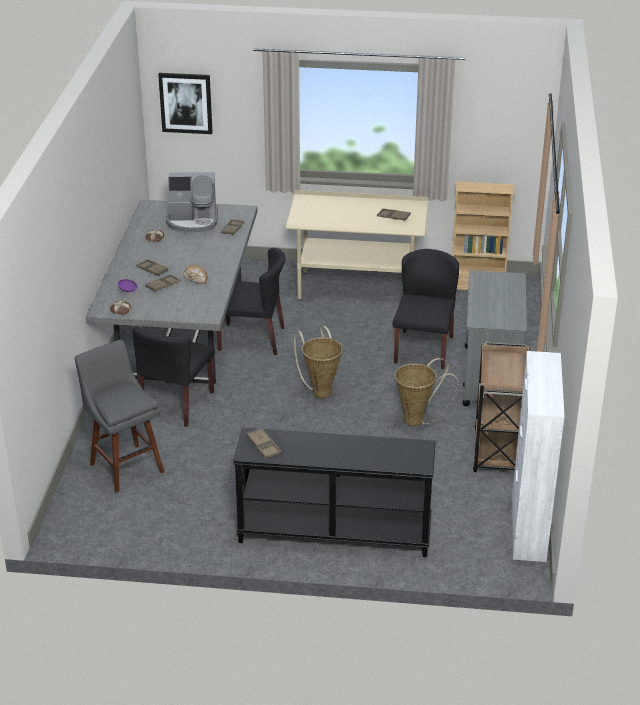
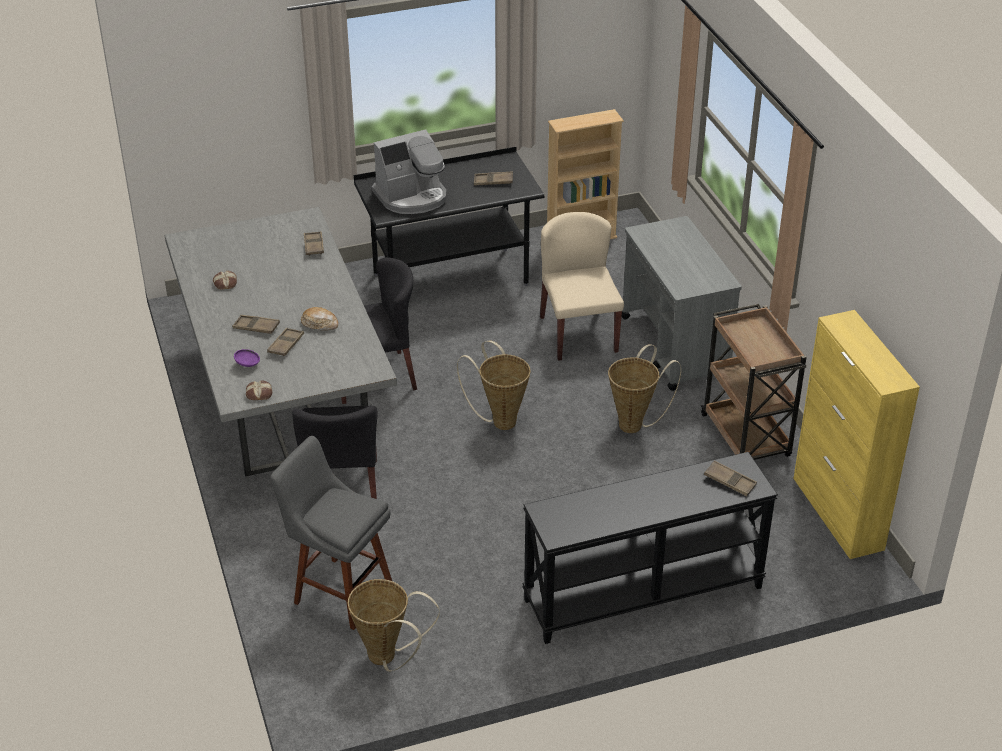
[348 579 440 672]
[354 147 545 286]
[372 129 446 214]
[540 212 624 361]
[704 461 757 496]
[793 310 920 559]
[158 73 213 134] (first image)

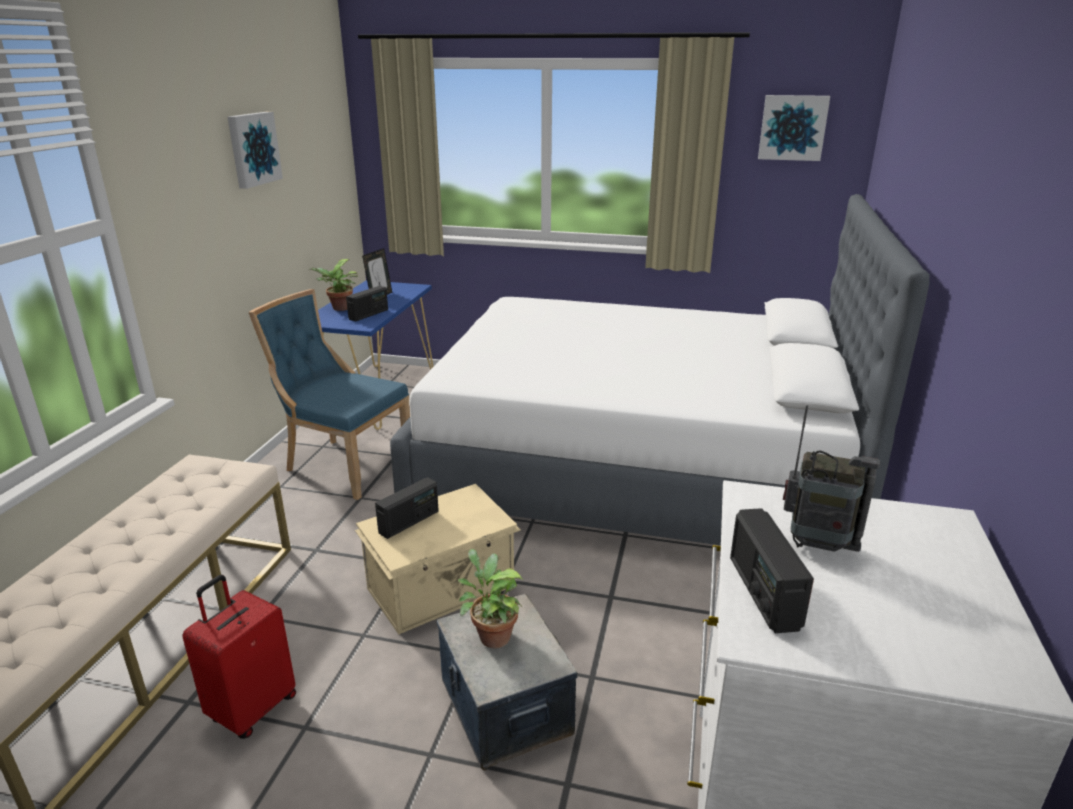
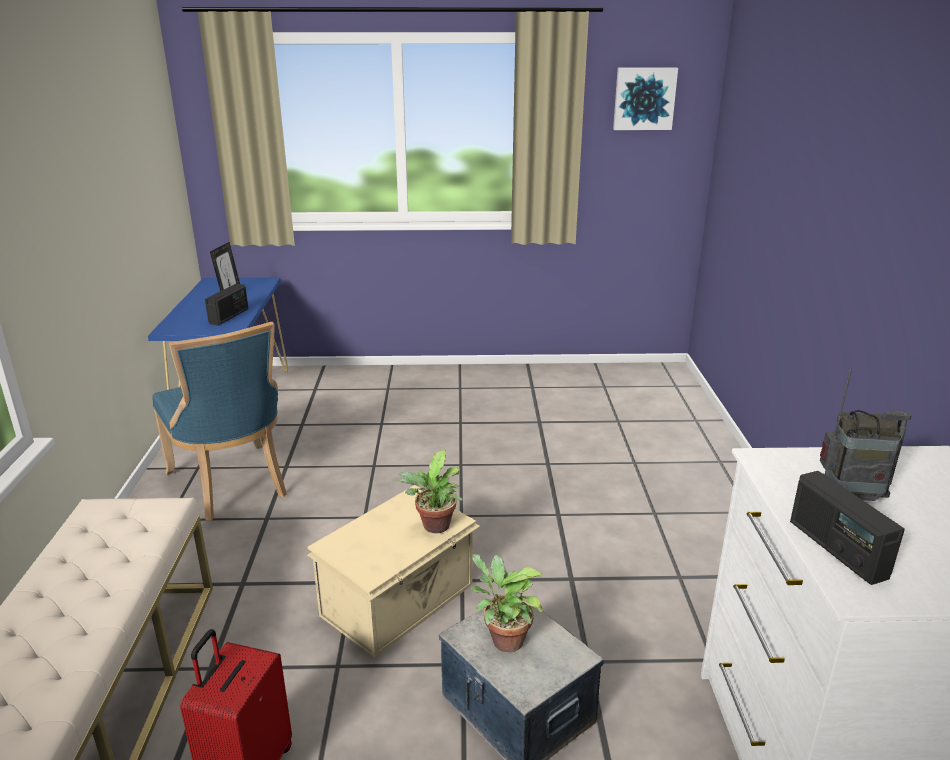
[152 322 287 521]
[397 450 463 533]
[228 112 283 189] (first image)
[375 477 439 539] (first image)
[390 194 930 545] (first image)

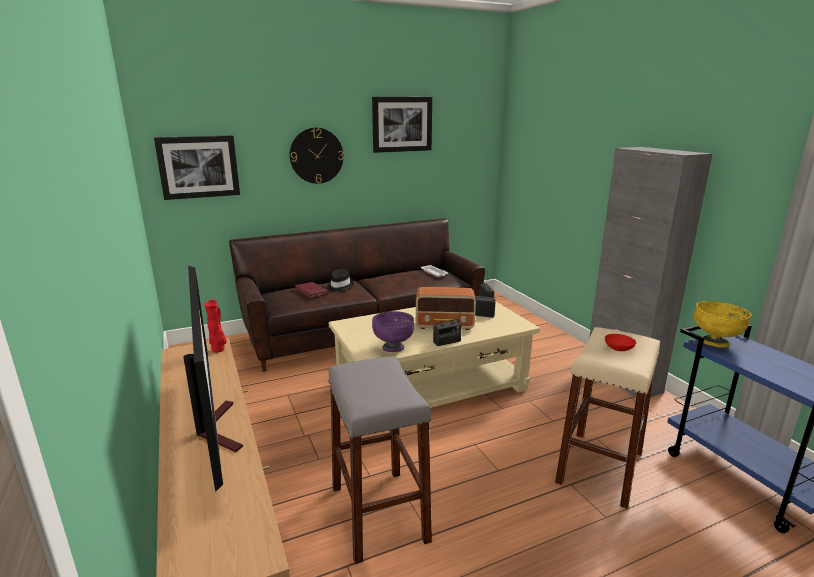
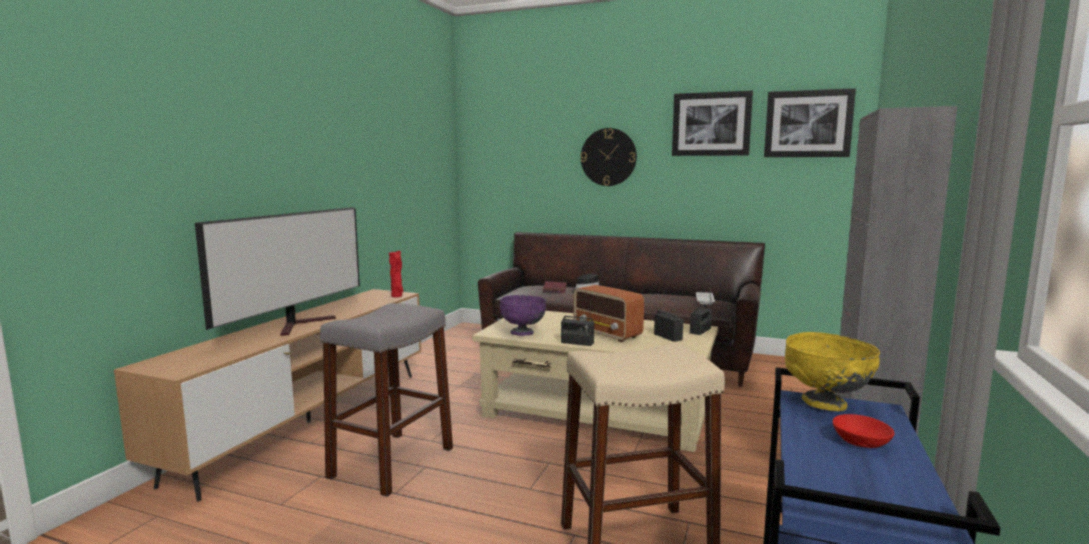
[764 88 856 157]
[833 414 895 448]

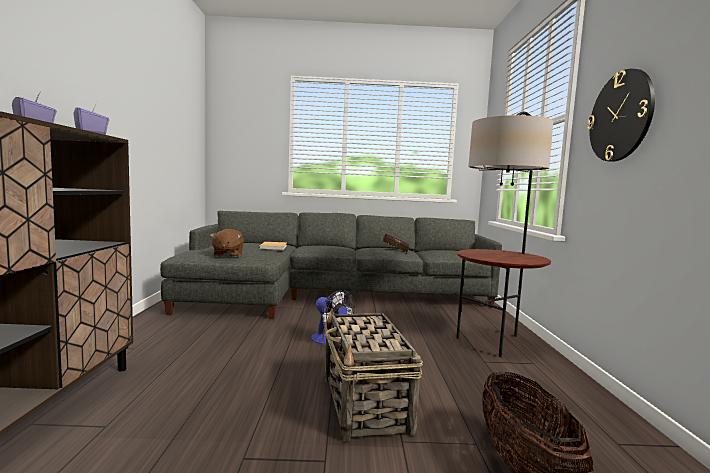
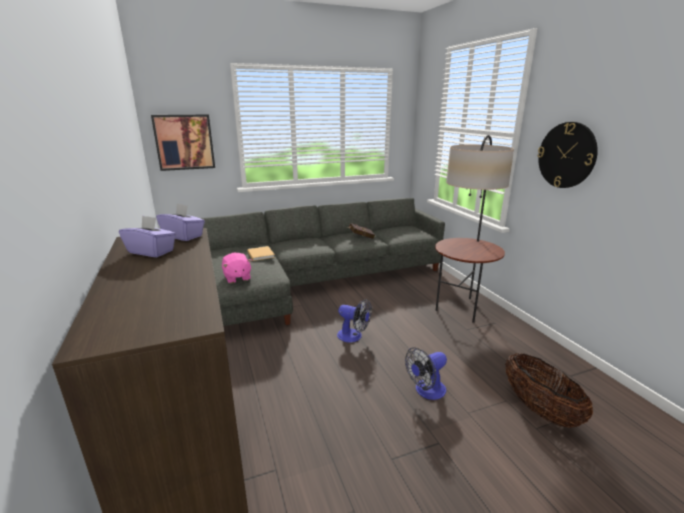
[151 114 215 171]
[222 253 252 283]
[405 347 447 400]

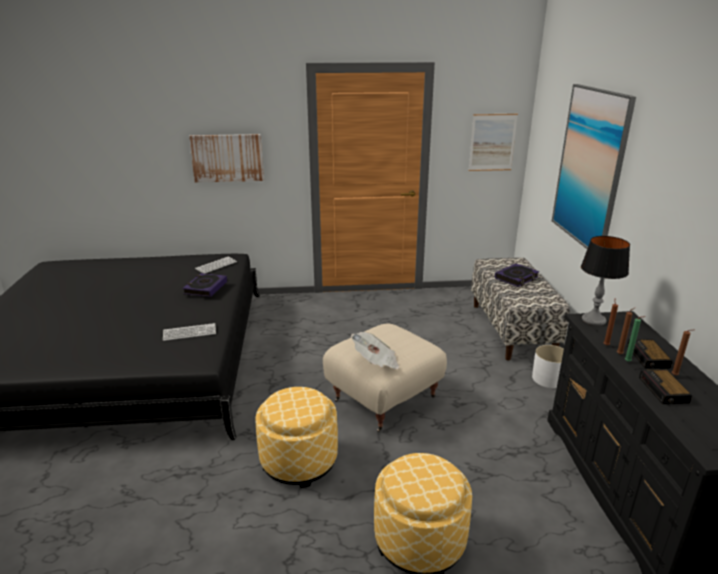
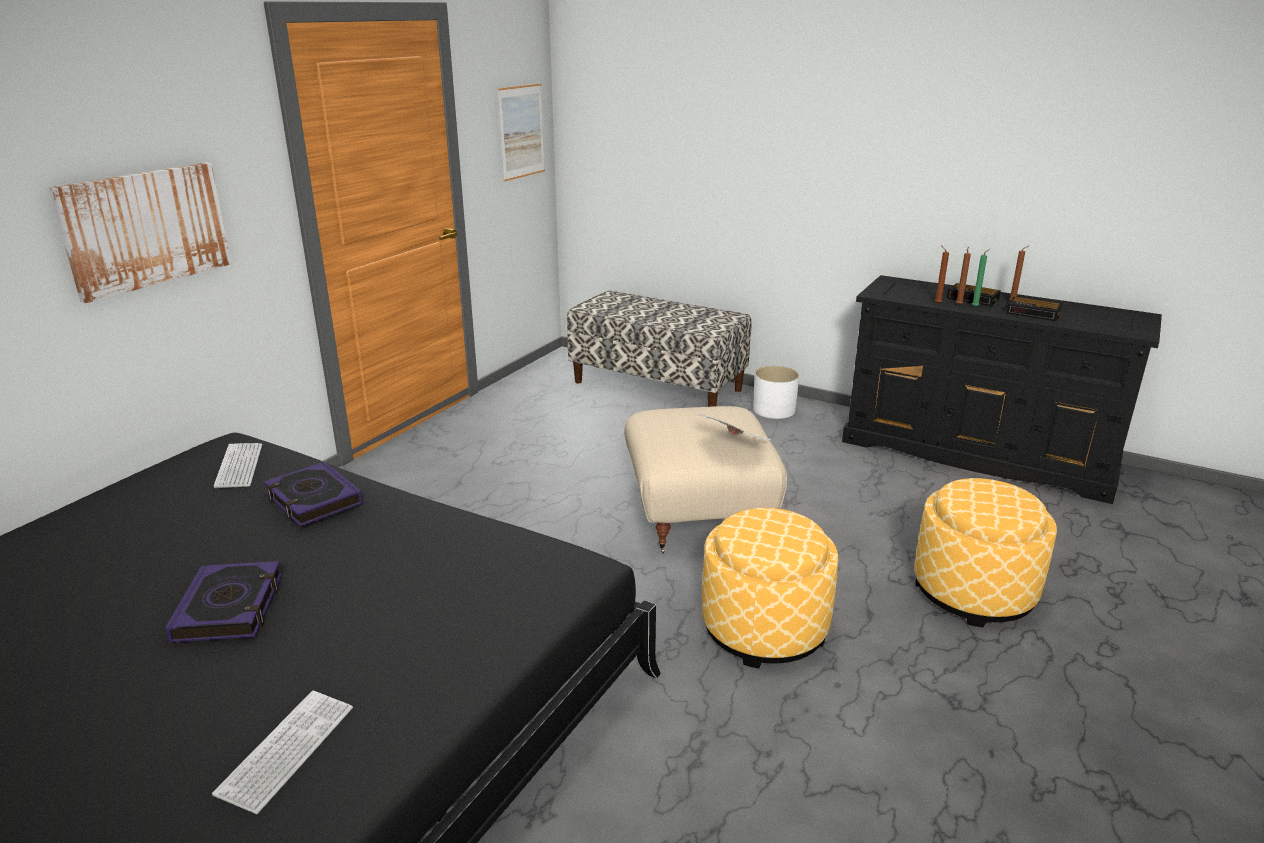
[165 561 282 643]
[212 691 353 814]
[552 84 636 249] (first image)
[581 236 630 326] (first image)

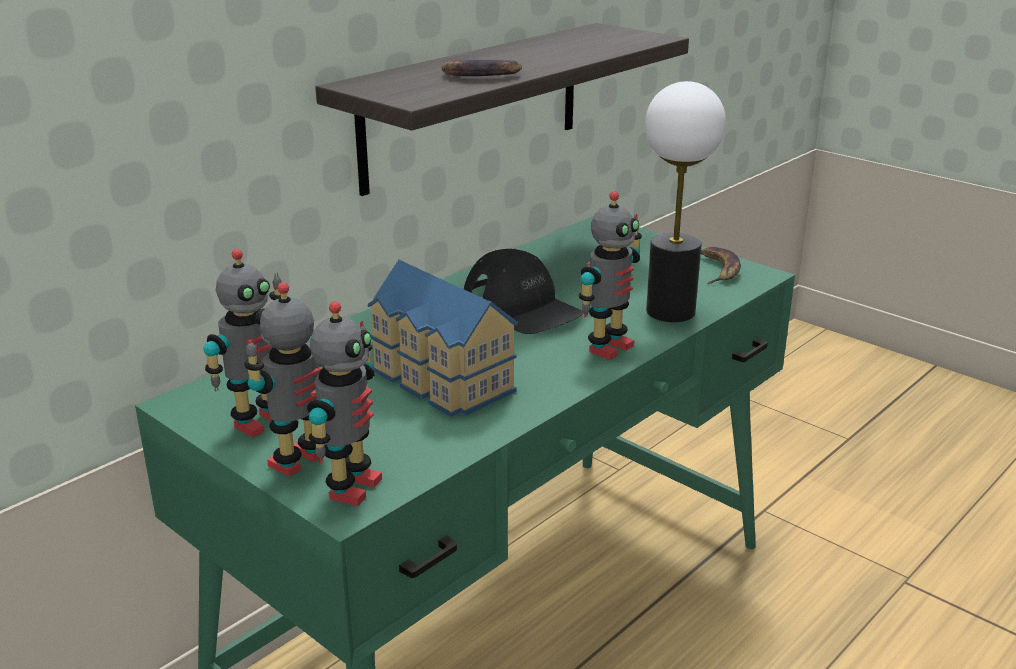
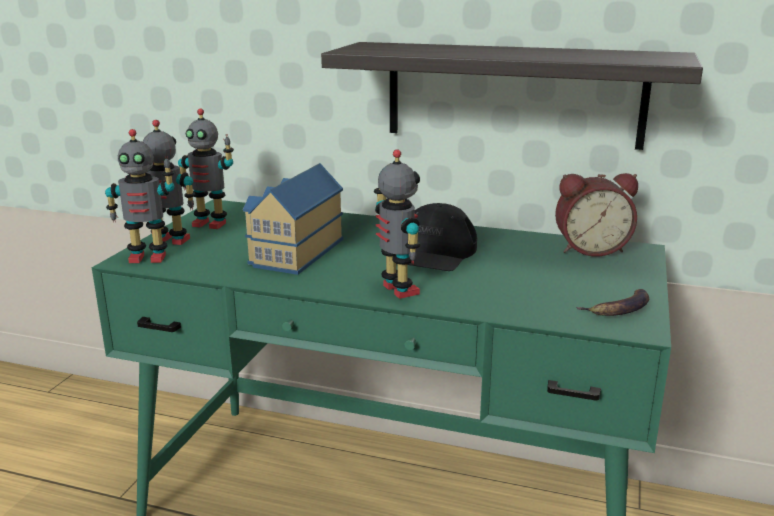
[374 150 421 299]
[555 173 638 257]
[441 60 522 76] (first image)
[645 81 726 322] (first image)

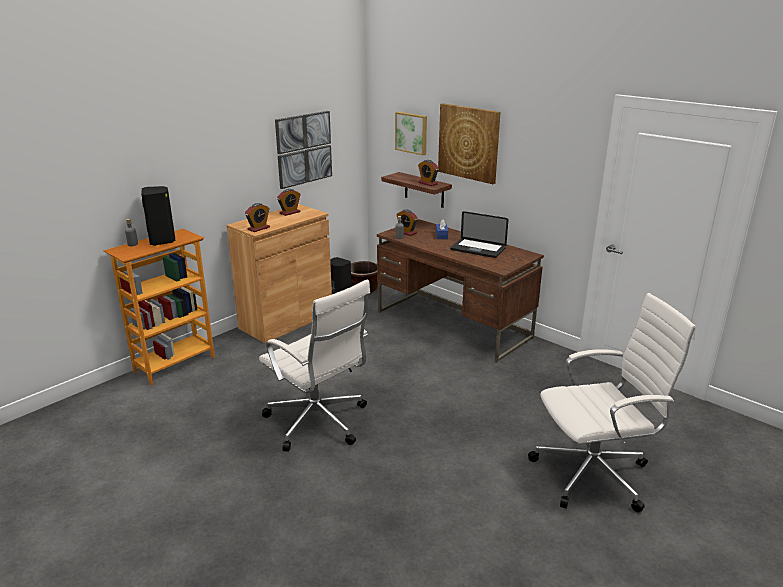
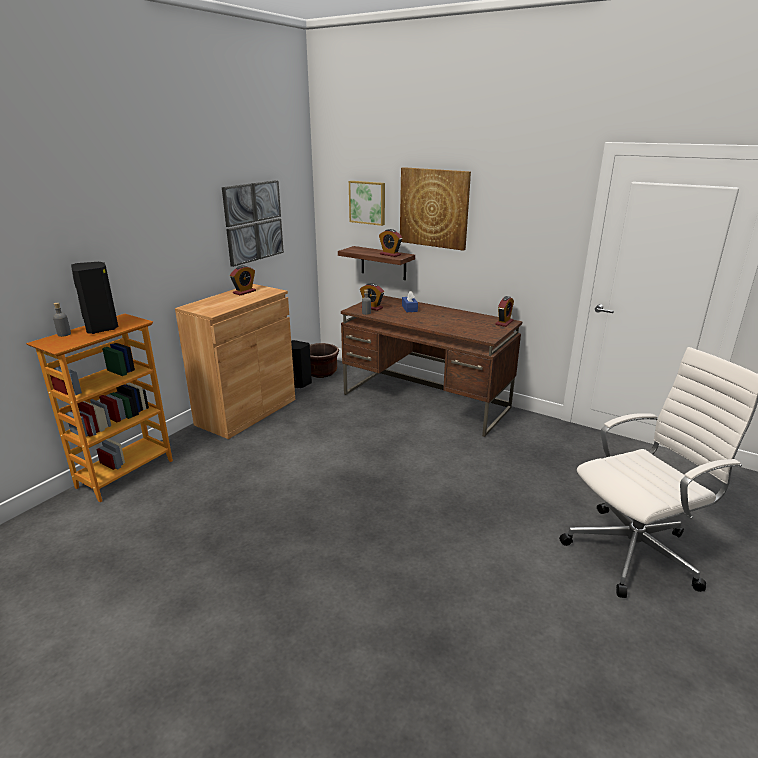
[495 296 514 327]
[259 280 371 452] (first image)
[450 211 508 258] (first image)

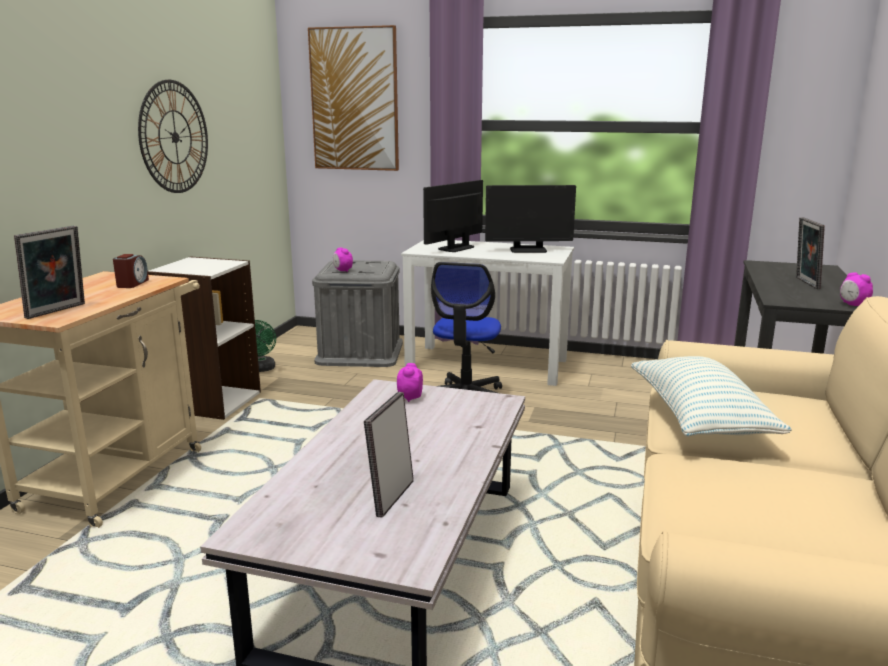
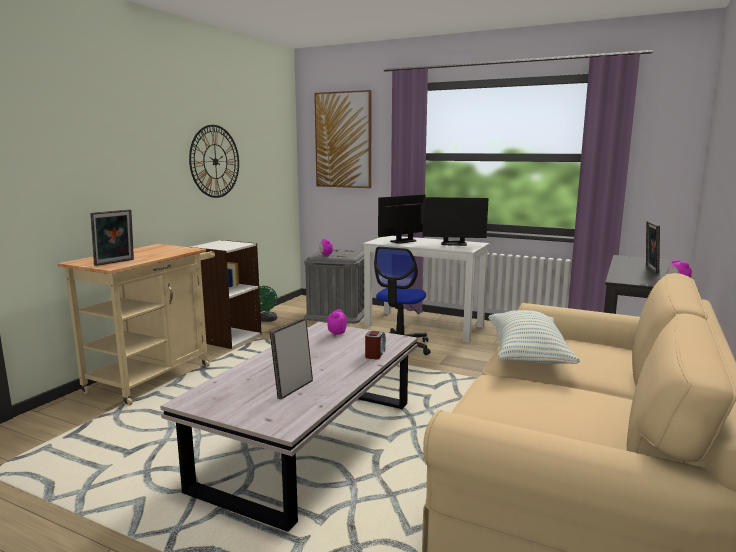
[365 331 386 359]

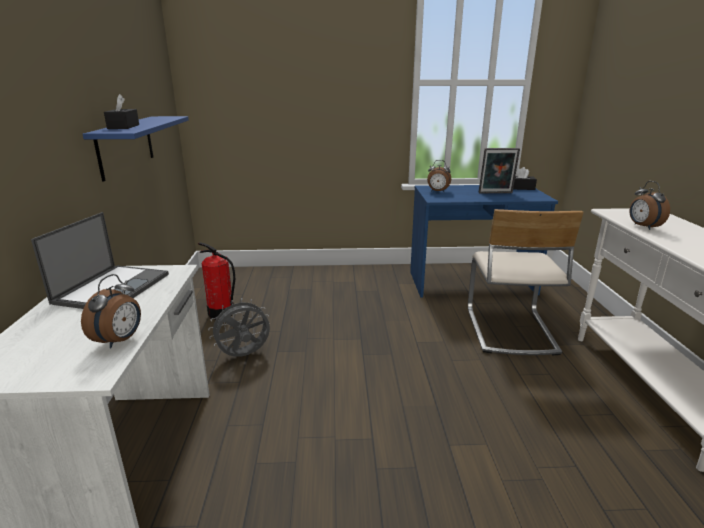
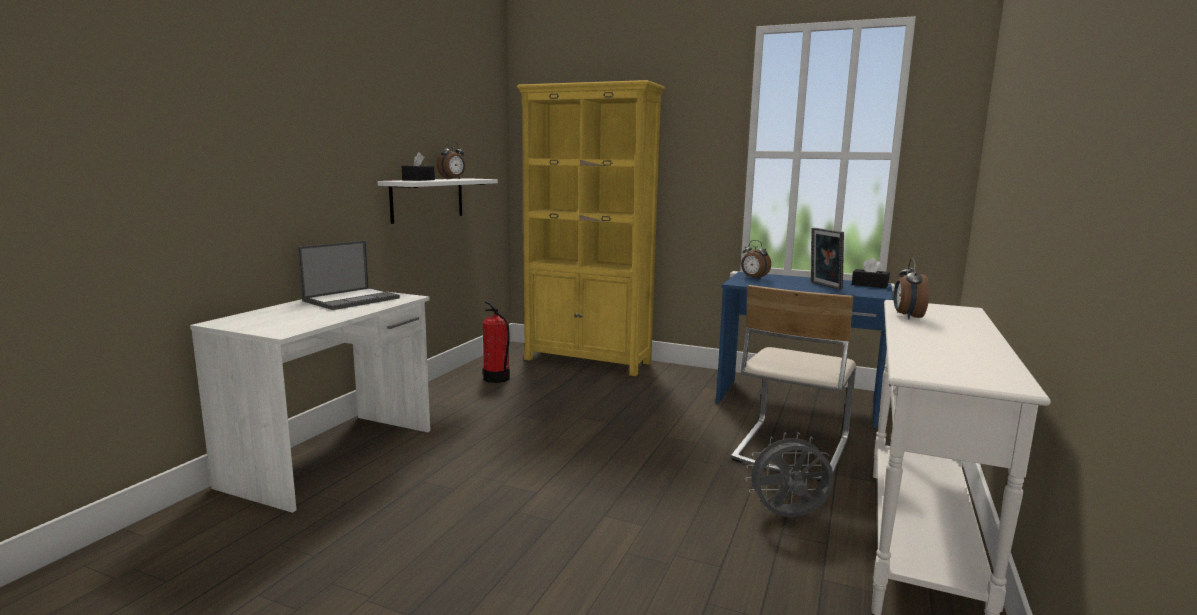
[378 178 498 224]
[437 141 465 179]
[517 80 665 376]
[745 432 834 517]
[811 228 844 290]

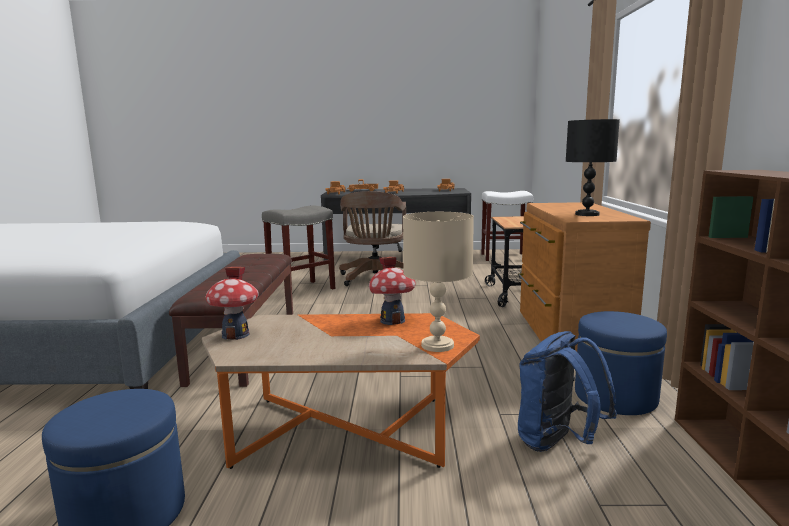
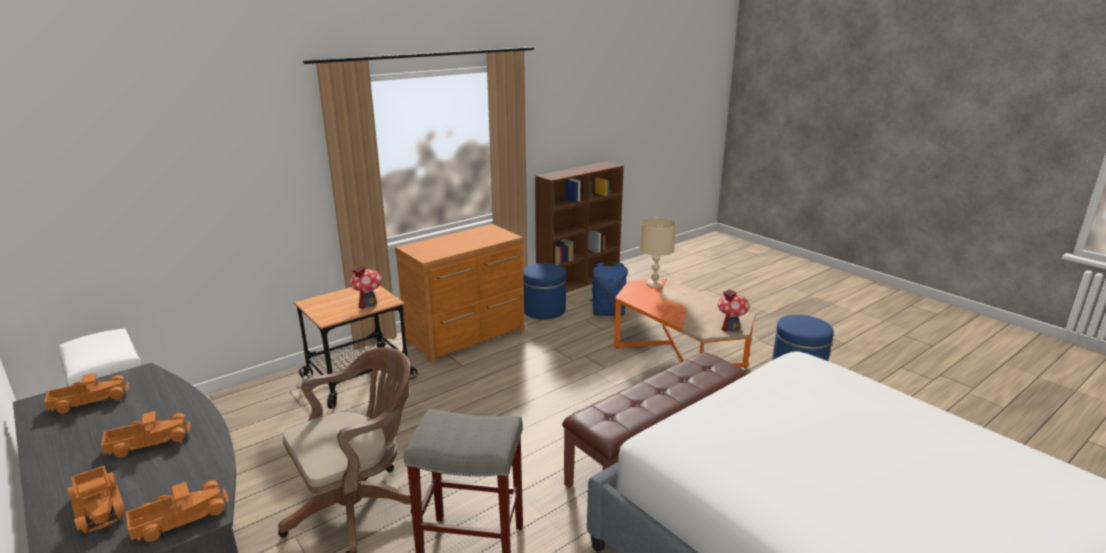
[350 266 382 309]
[565 119 620 216] (first image)

